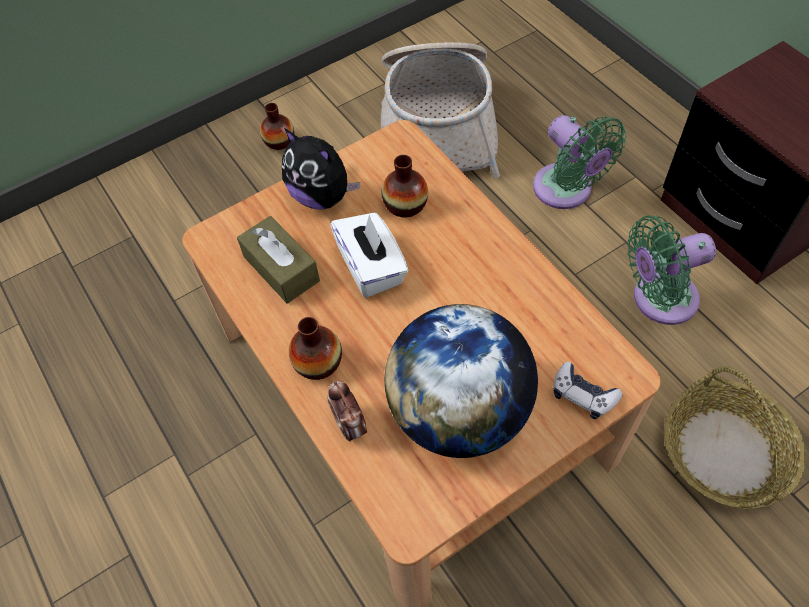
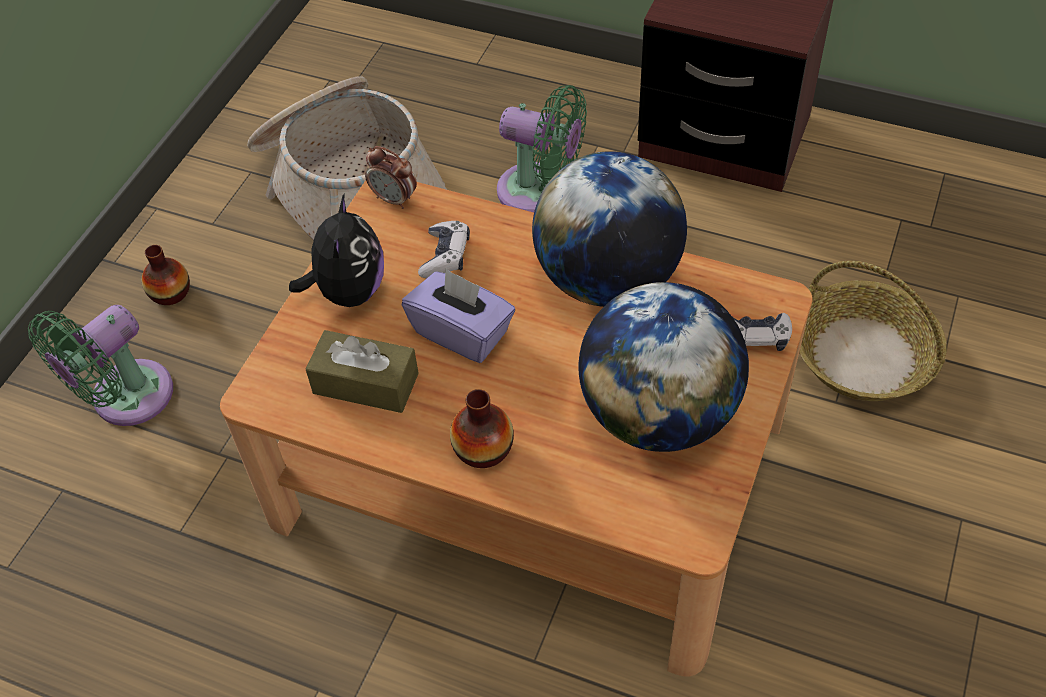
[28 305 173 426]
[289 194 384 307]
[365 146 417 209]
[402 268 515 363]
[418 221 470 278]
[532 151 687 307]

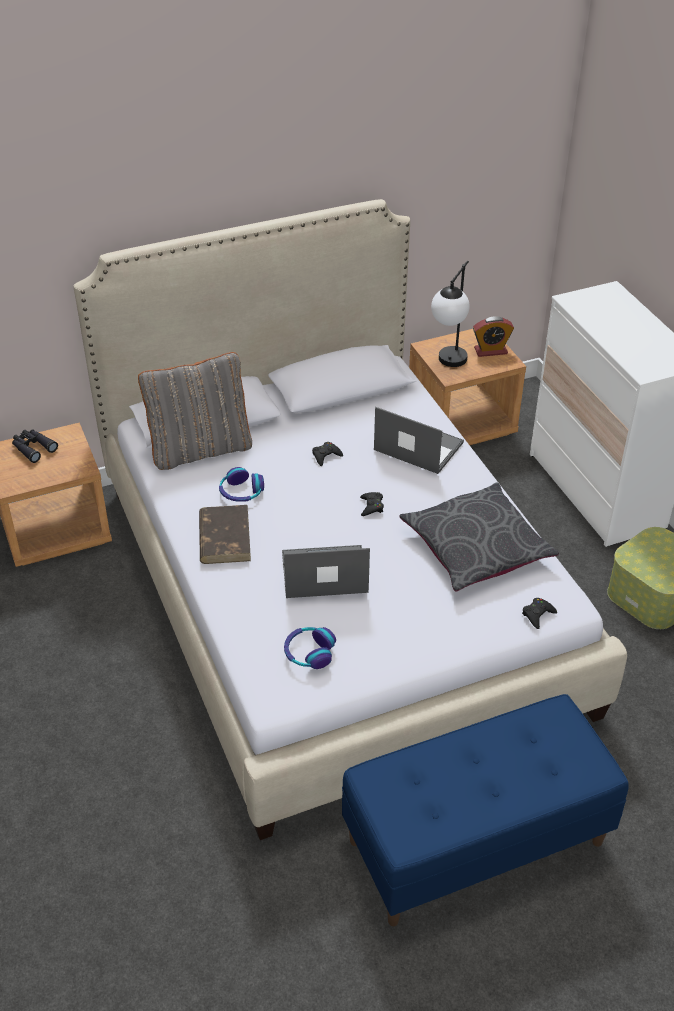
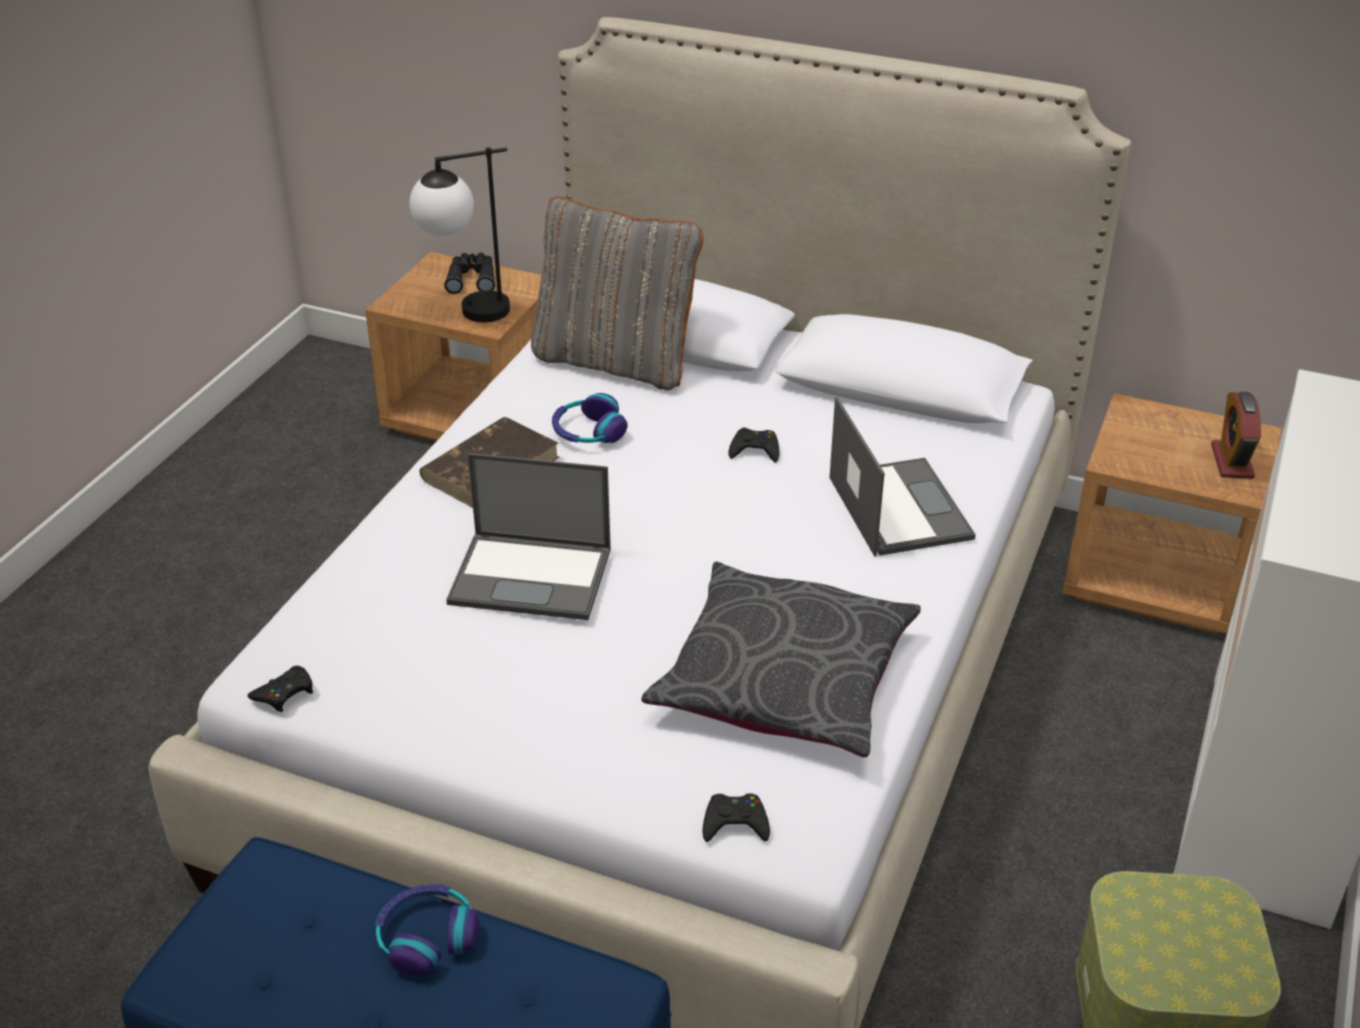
[247 666 313 712]
[375 884 478 976]
[409 147 510 322]
[446 453 611 620]
[1211 392 1261 479]

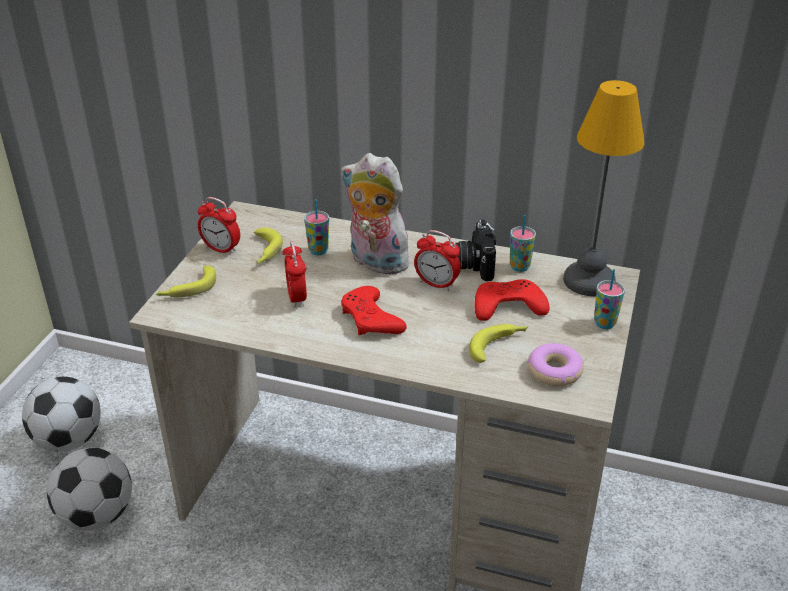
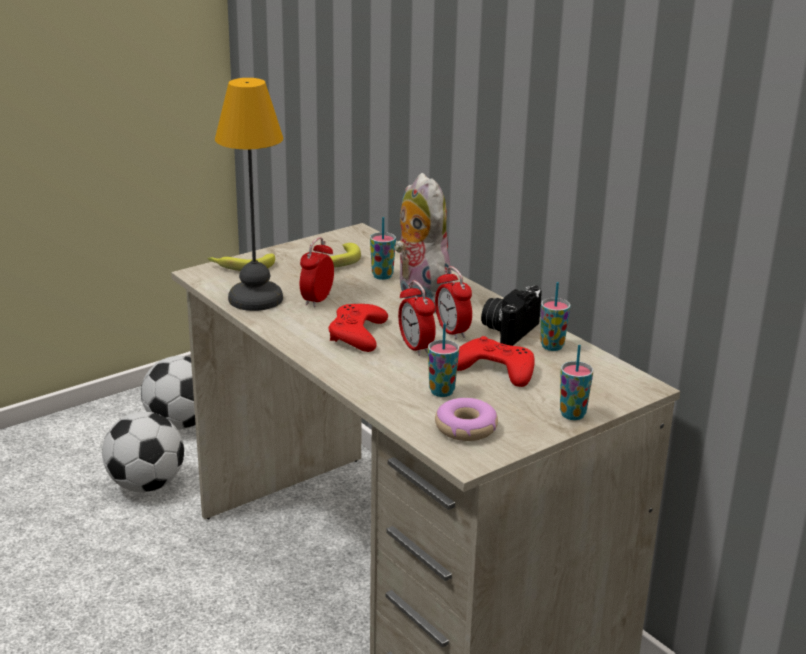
[215 78 284 311]
[398 280 436 356]
[428 323 459 397]

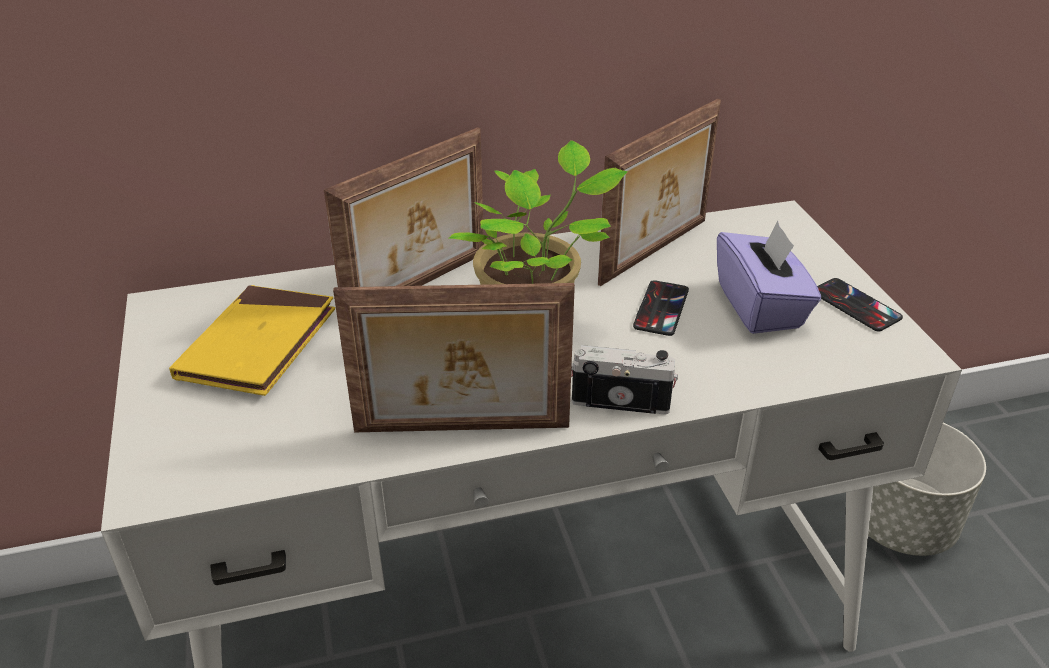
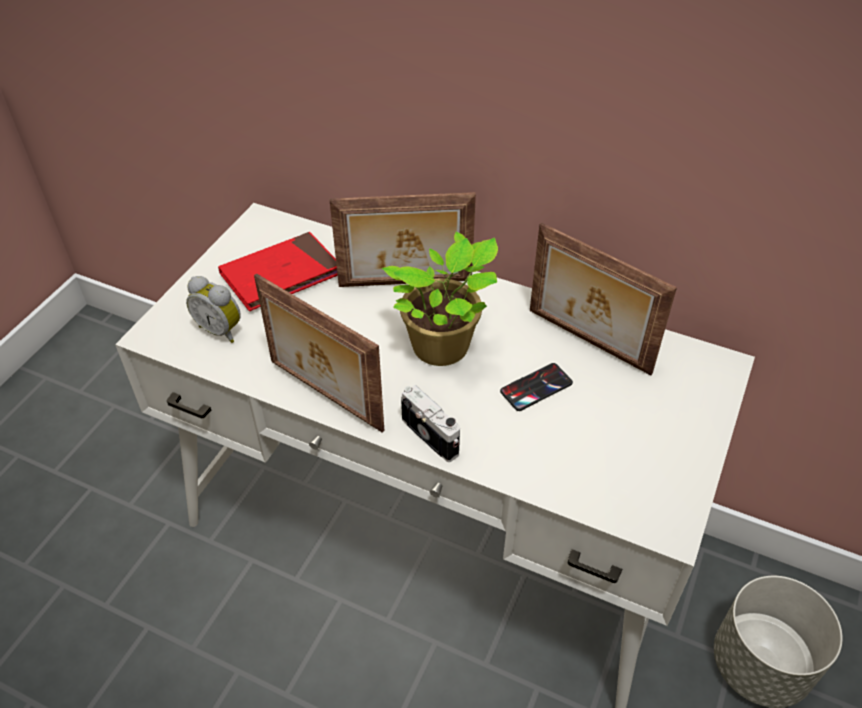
[186 276 241 343]
[218 232 338 311]
[530 222 677 375]
[717 221 821 334] (first image)
[817 278 903 332] (first image)

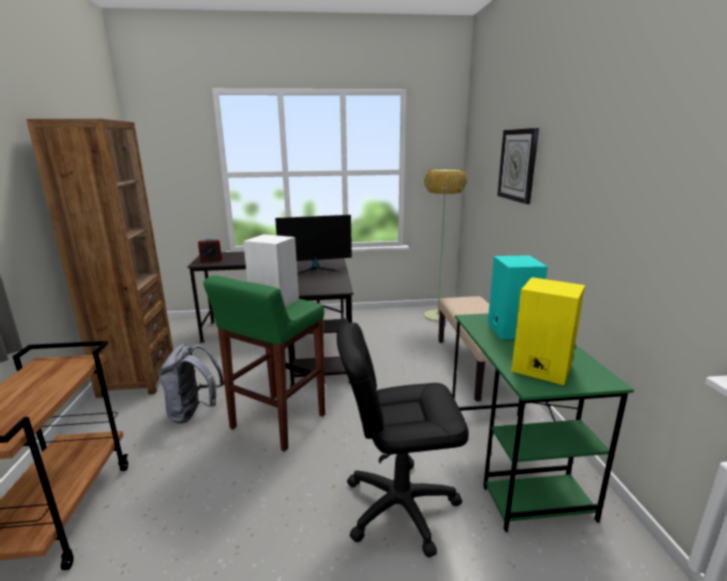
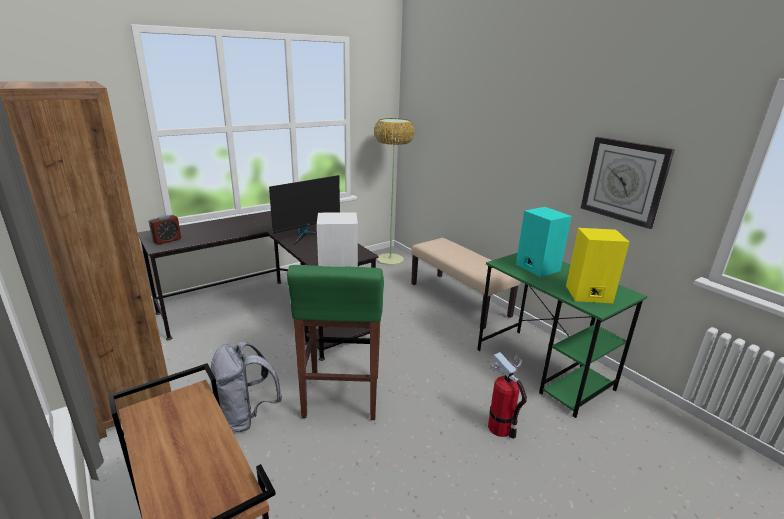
[488 352 527 439]
[581 137 675 229]

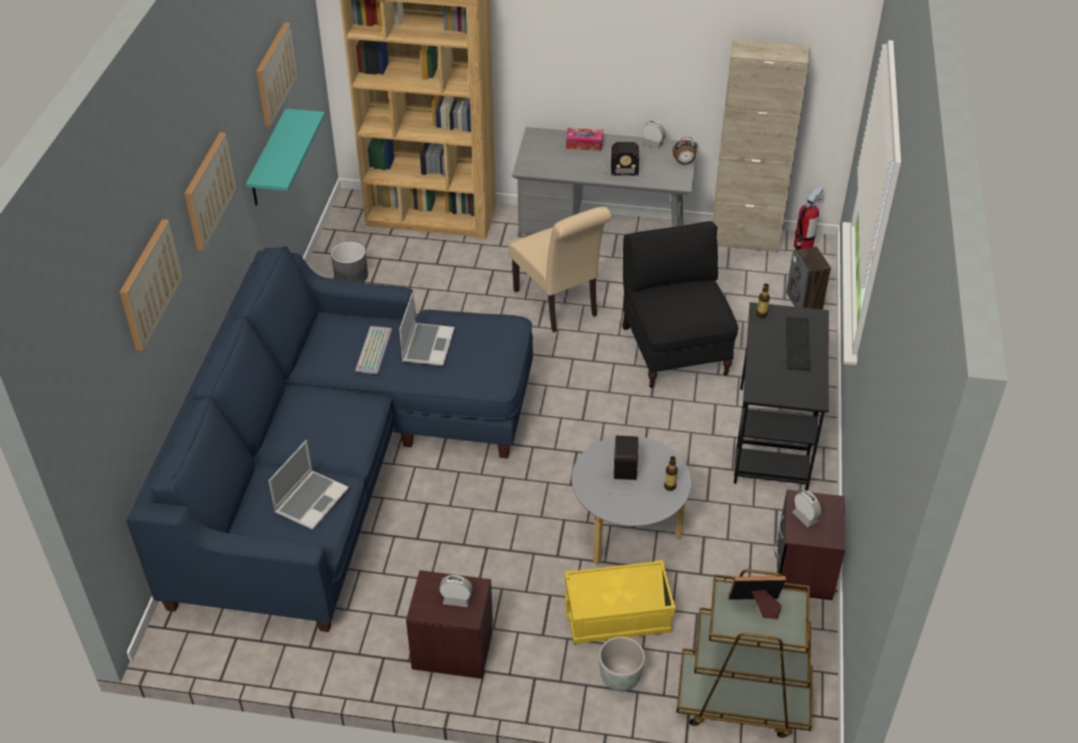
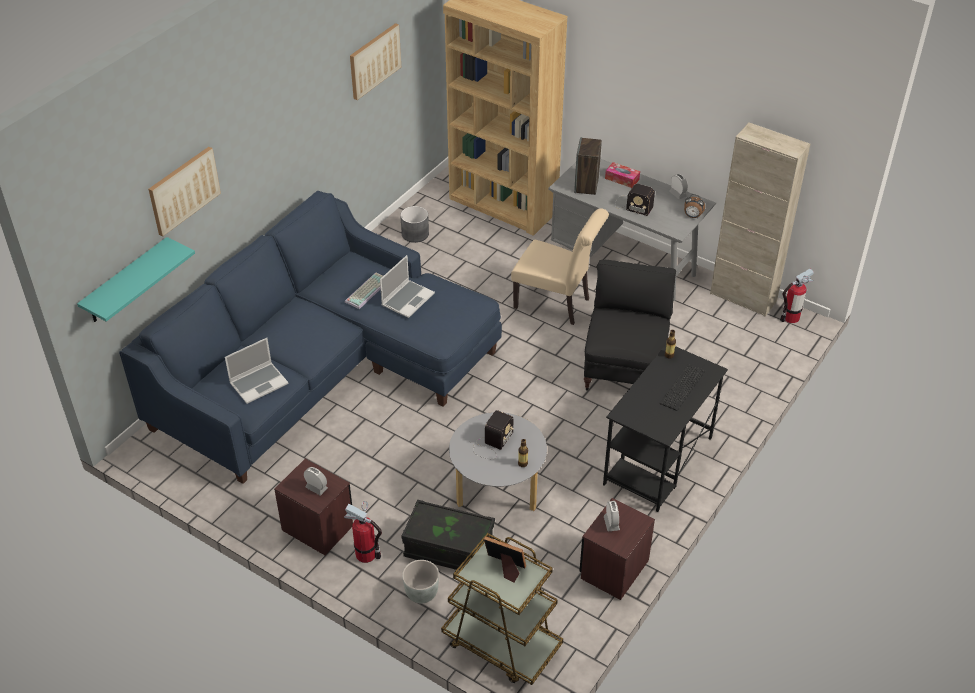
[77 237 195 322]
[344 501 382 563]
[401 500 495 570]
[511 208 609 325]
[574 137 602 195]
[184 132 237 251] (first image)

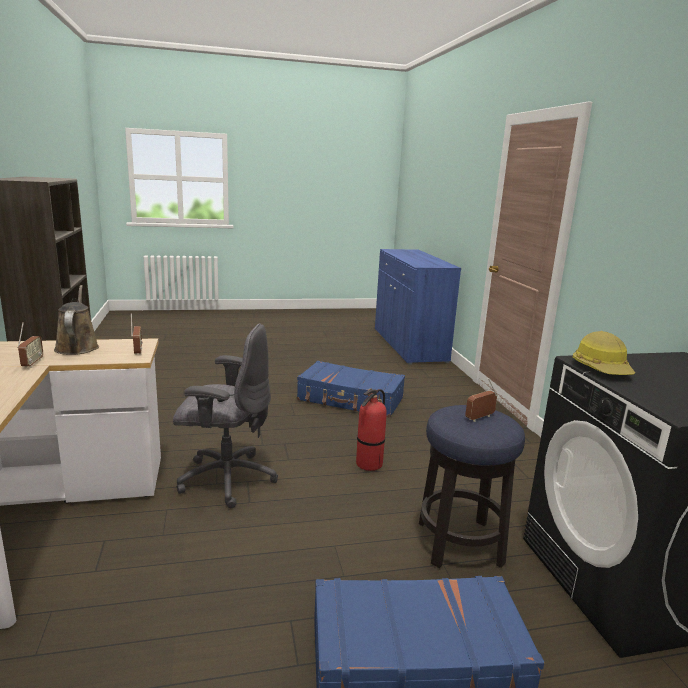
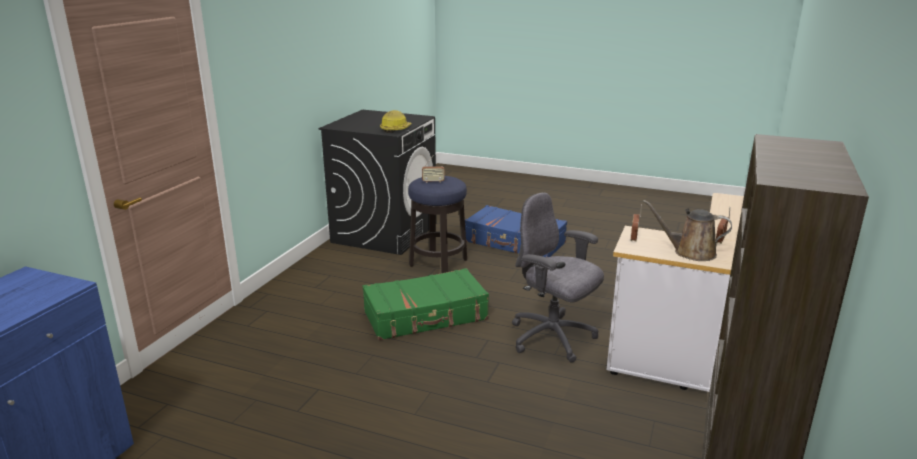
[363 268 489 340]
[643 200 732 261]
[297 361 405 418] (first image)

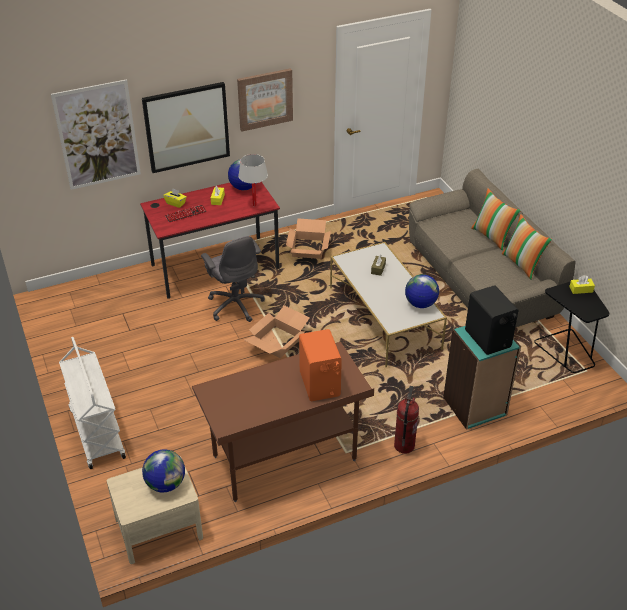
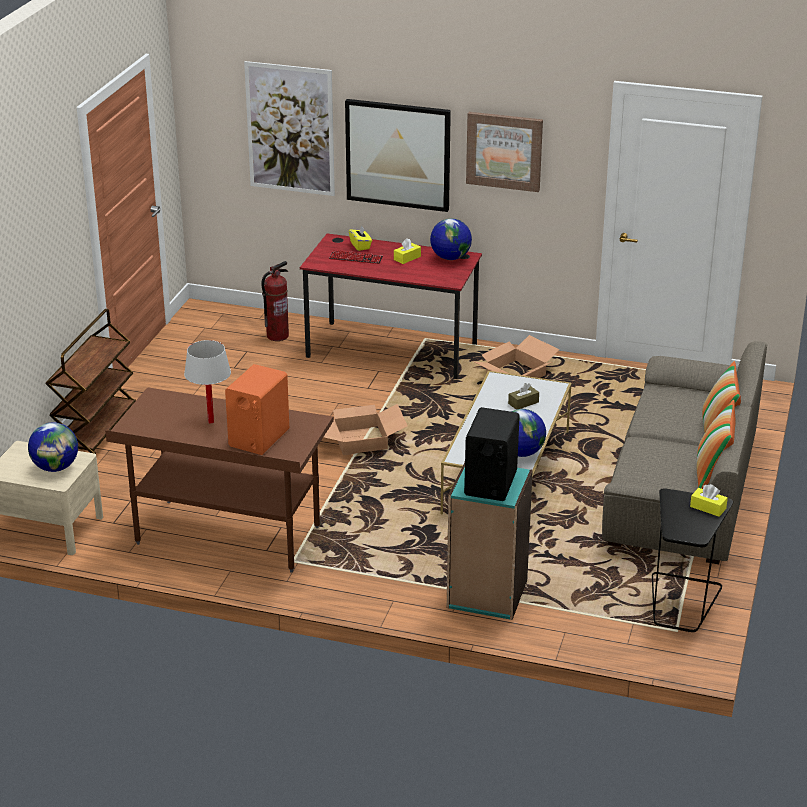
[45 309 136 454]
[184 340 231 424]
[261 261 289 341]
[201 236 265 322] (first image)

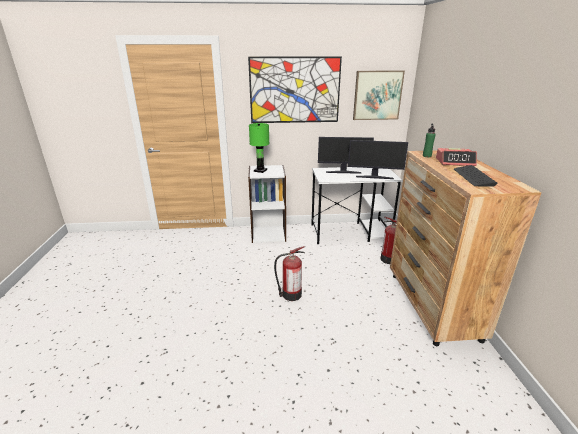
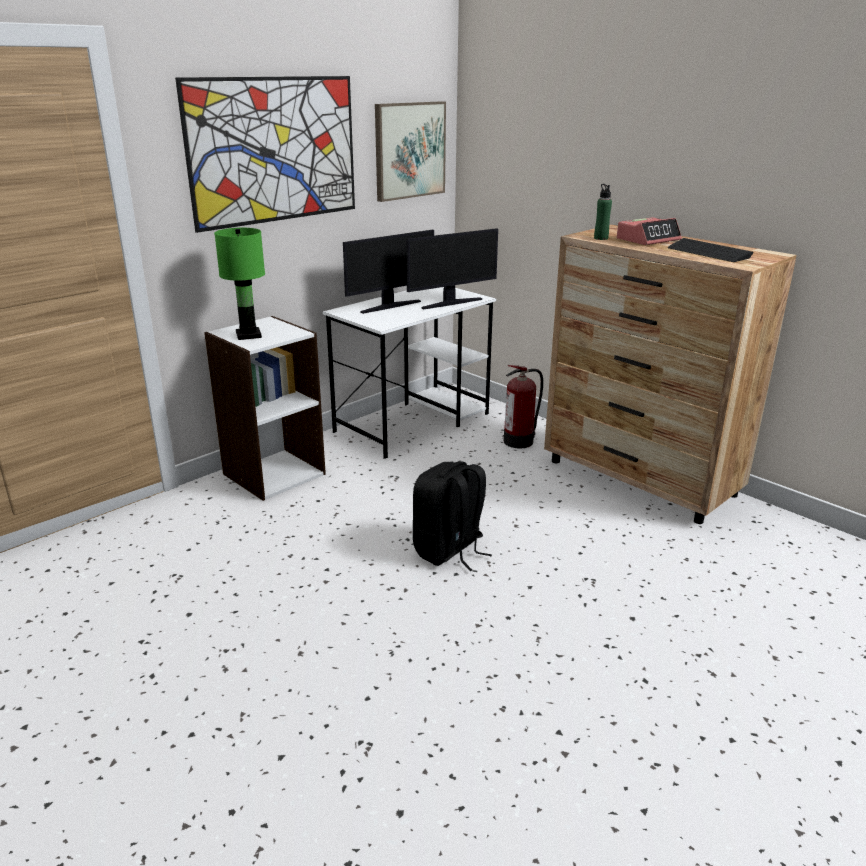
[413 461 492 571]

